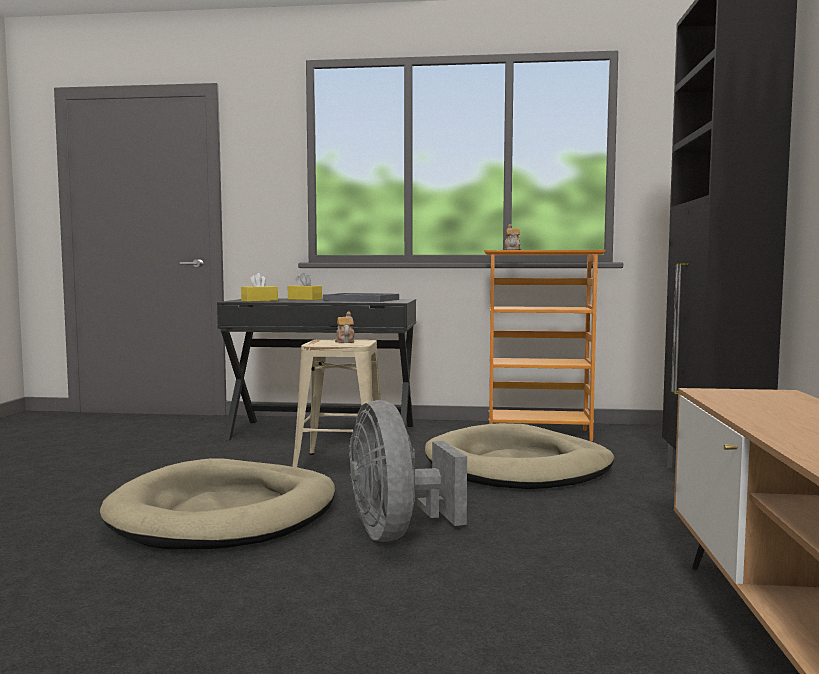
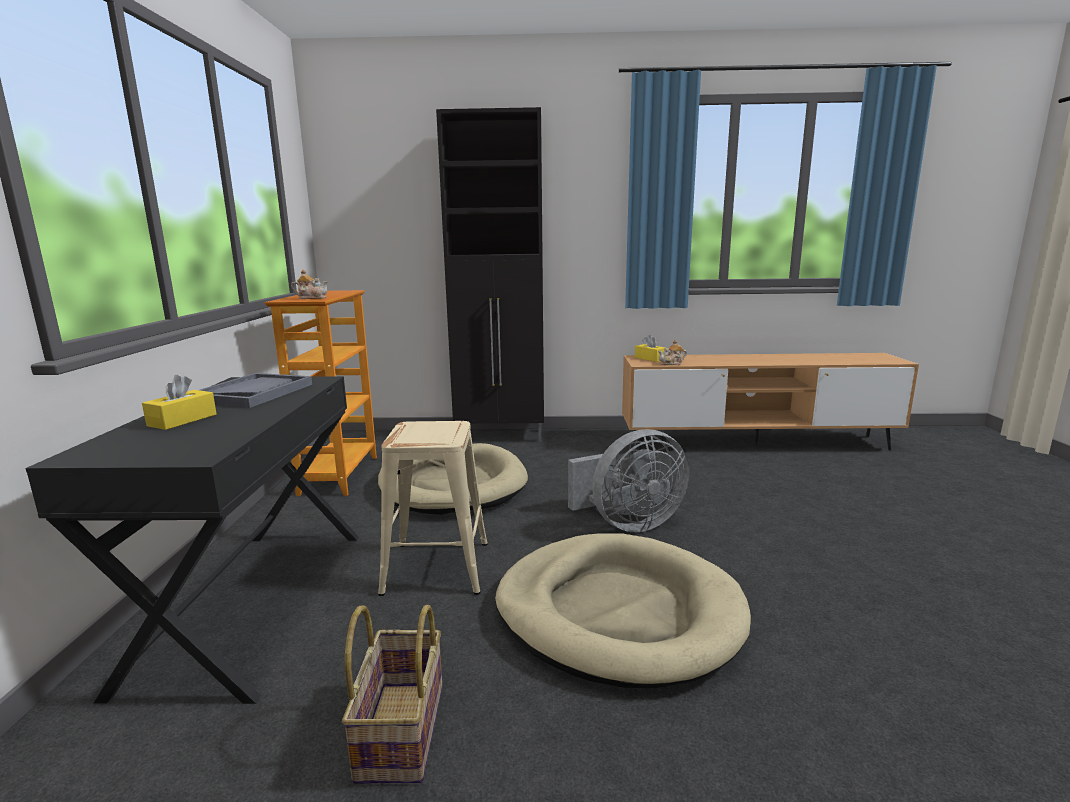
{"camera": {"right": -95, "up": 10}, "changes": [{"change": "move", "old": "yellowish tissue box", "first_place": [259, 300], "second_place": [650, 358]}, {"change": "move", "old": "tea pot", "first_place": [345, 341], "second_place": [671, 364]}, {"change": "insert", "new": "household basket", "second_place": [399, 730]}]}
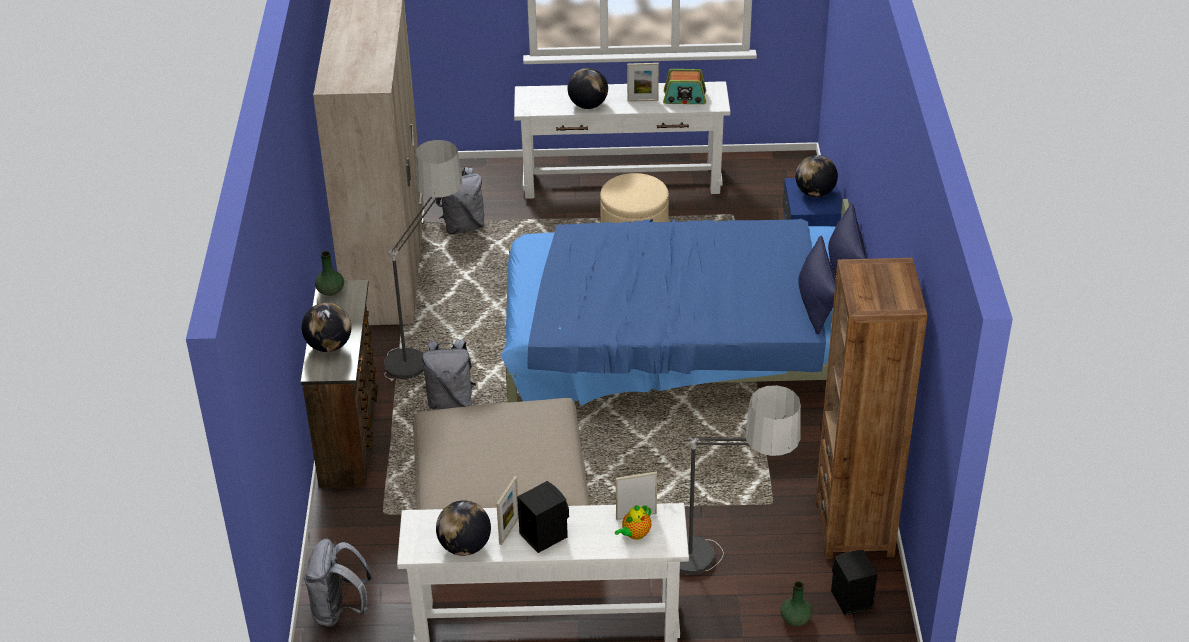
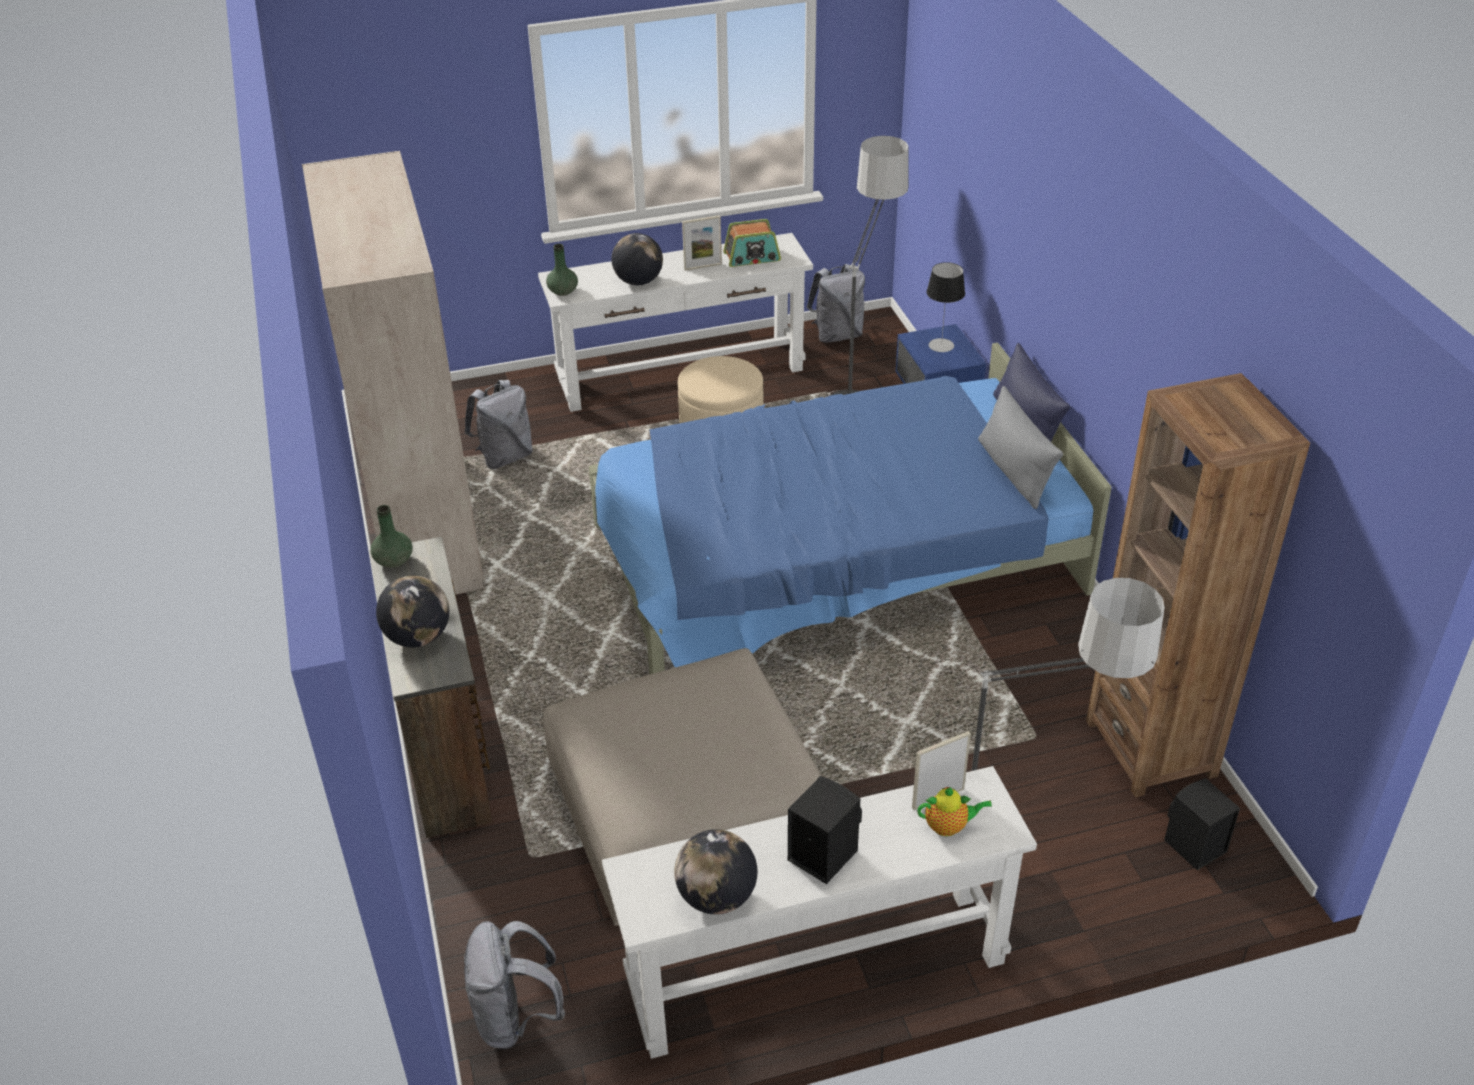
{"camera": {"right": -15, "up": 0}, "changes": [{"change": "move", "old": "standard lamp", "first_place": [427, 347], "second_place": [859, 388]}, {"change": "move", "old": "gray backpack", "first_place": [450, 401], "second_place": [837, 335]}, {"change": "delete", "old": "picture frame", "first_place": [509, 530]}, {"change": "rotate", "old": "tea pot", "first_place": [635, 534], "second_place": [949, 826], "degrees": -120}, {"change": "move", "old": "greenish vase", "first_place": [795, 619], "second_place": [562, 291]}, {"change": "replace", "old": "globe", "new": "tabletop lamp", "first_place": [814, 193], "second_place": [941, 345]}, {"change": "recolor", "old": "blue pillow", "new": "gray pillow", "first_place": [816, 303], "second_place": [1014, 472]}]}
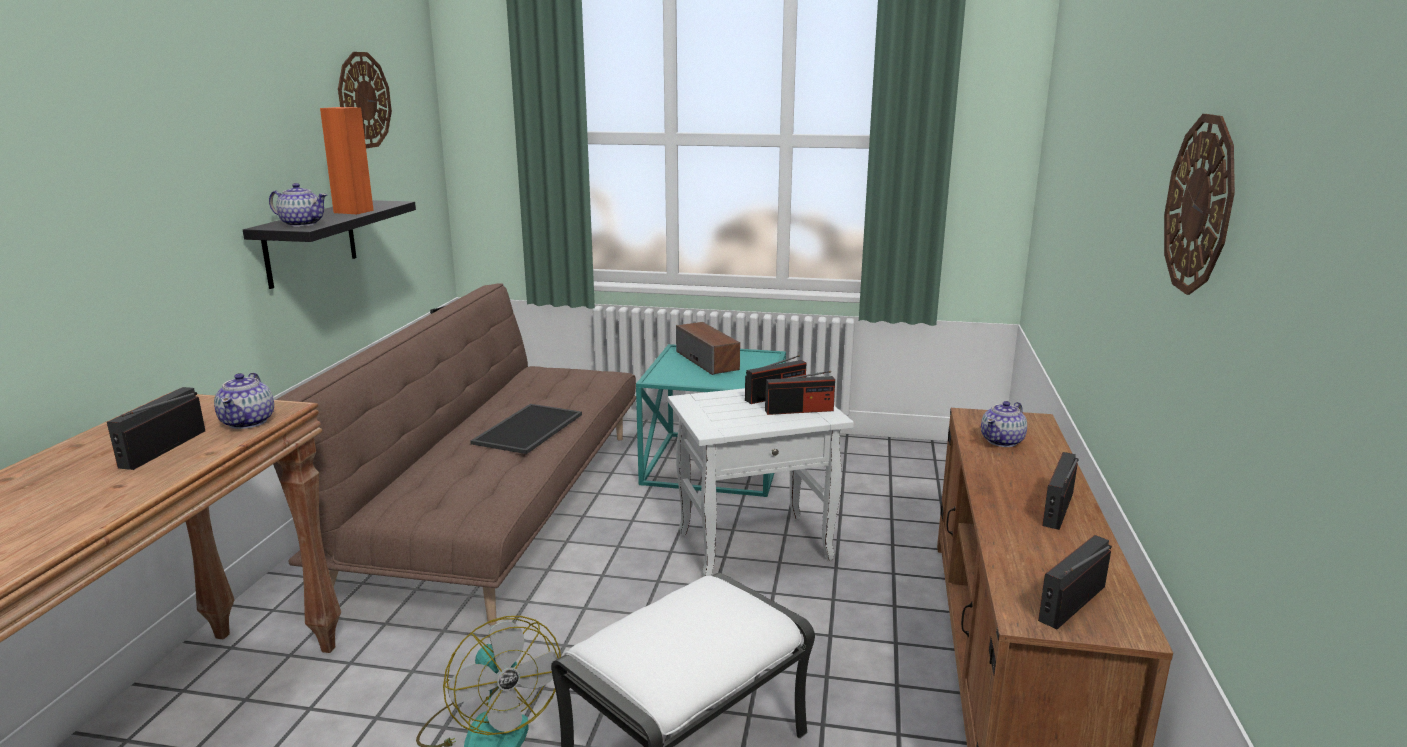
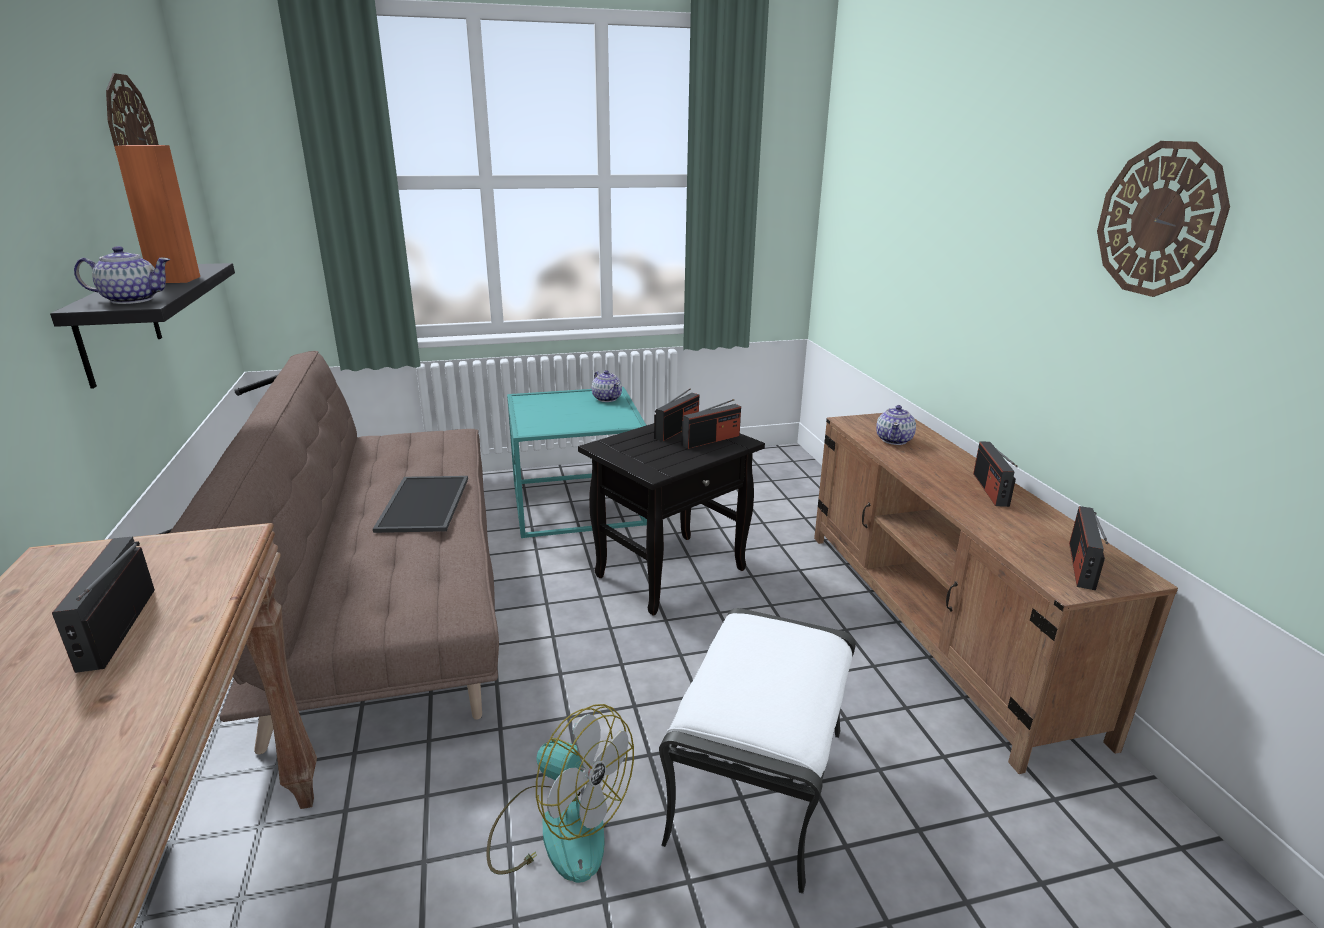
{"camera": {"right": -25, "up": 5}, "changes": [{"change": "move", "old": "tea pot", "first_place": [248, 422], "second_place": [607, 398]}, {"change": "recolor", "old": "whitish side table", "new": "black side table", "first_place": [756, 544], "second_place": [671, 571]}, {"change": "delete", "old": "loudspeaker", "first_place": [707, 360]}]}
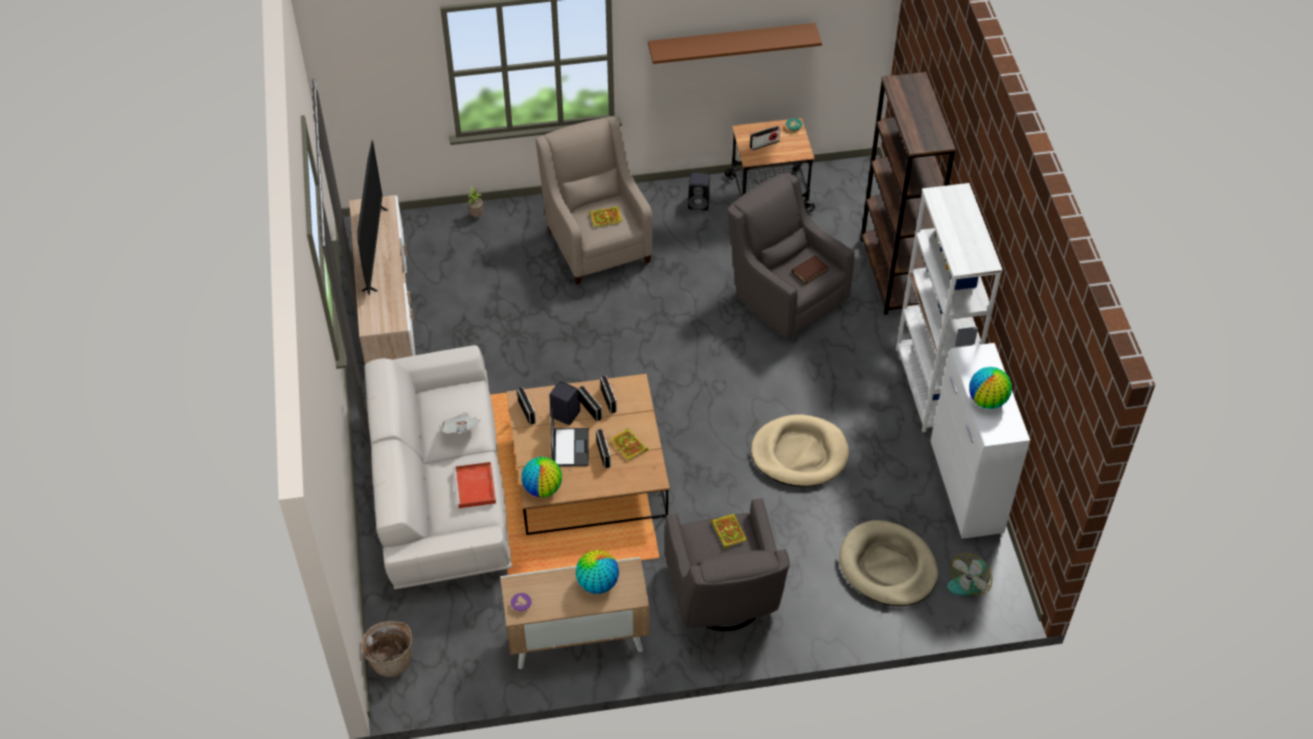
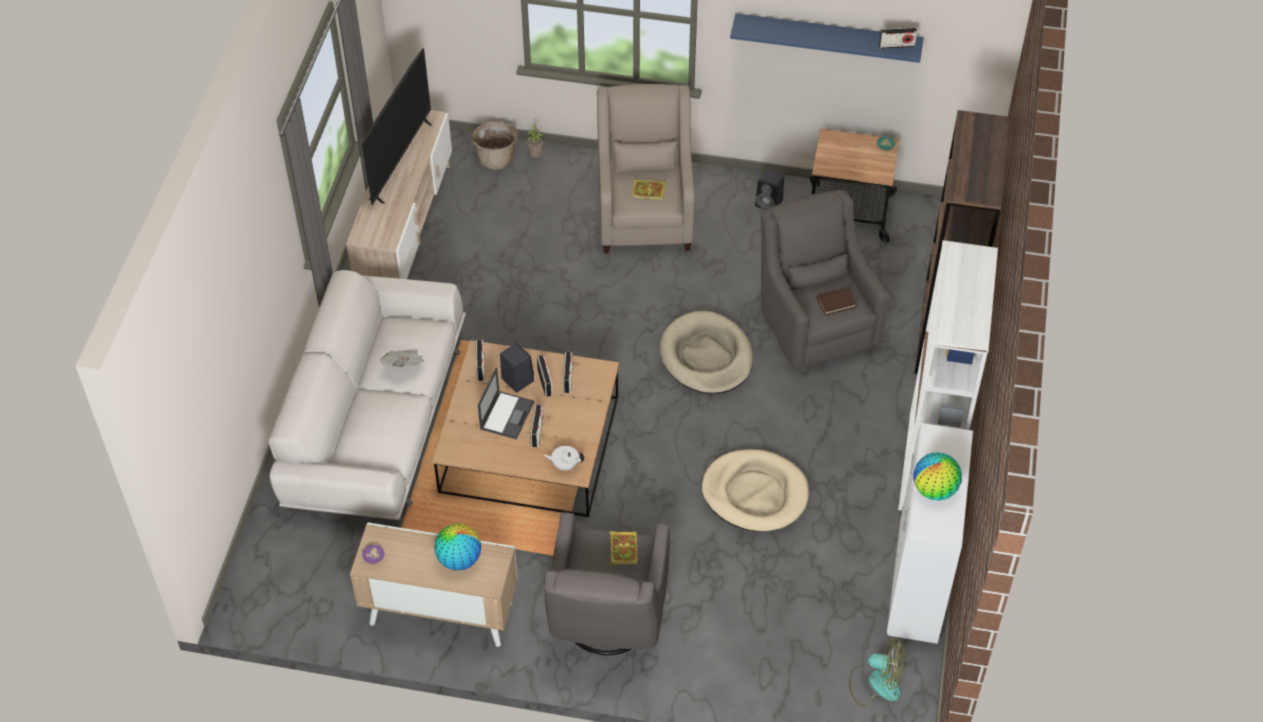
{"camera": {"right": 20, "up": 0}, "changes": [{"change": "move", "old": "household basket", "first_place": [391, 659], "second_place": [496, 158]}, {"change": "delete", "old": "red serving tray", "first_place": [475, 487]}, {"change": "delete", "old": "globe", "first_place": [543, 488]}, {"change": "delete", "old": "bound book", "first_place": [629, 446]}, {"change": "recolor", "old": "brown shelf", "new": "blue shelf", "first_place": [731, 42], "second_place": [827, 37]}, {"change": "move", "old": "radio receiver", "first_place": [764, 144], "second_place": [896, 45]}, {"change": "move", "old": "beige dog bed", "first_place": [887, 567], "second_place": [706, 356]}, {"change": "rotate", "old": "fan", "first_place": [969, 581], "second_place": [876, 682], "degrees": -135}, {"change": "insert", "new": "whitish tea pot", "second_place": [565, 465]}]}
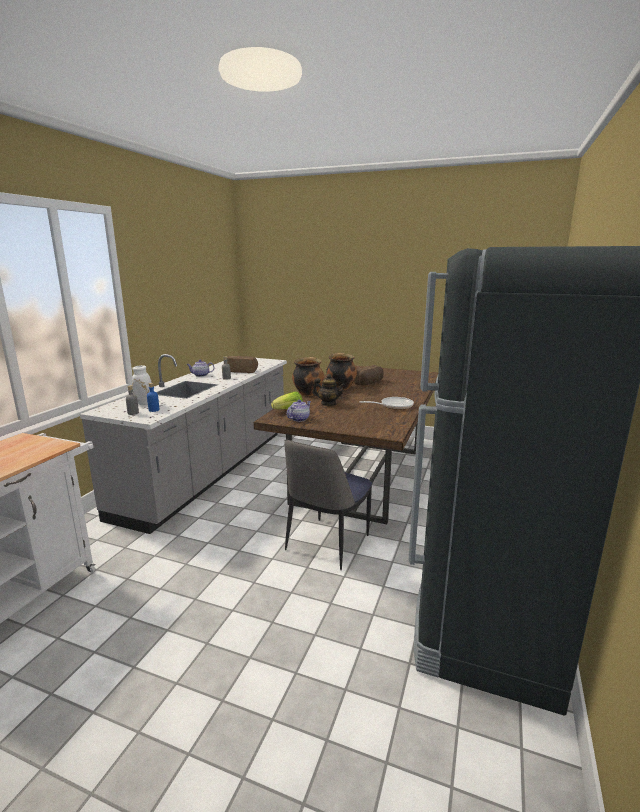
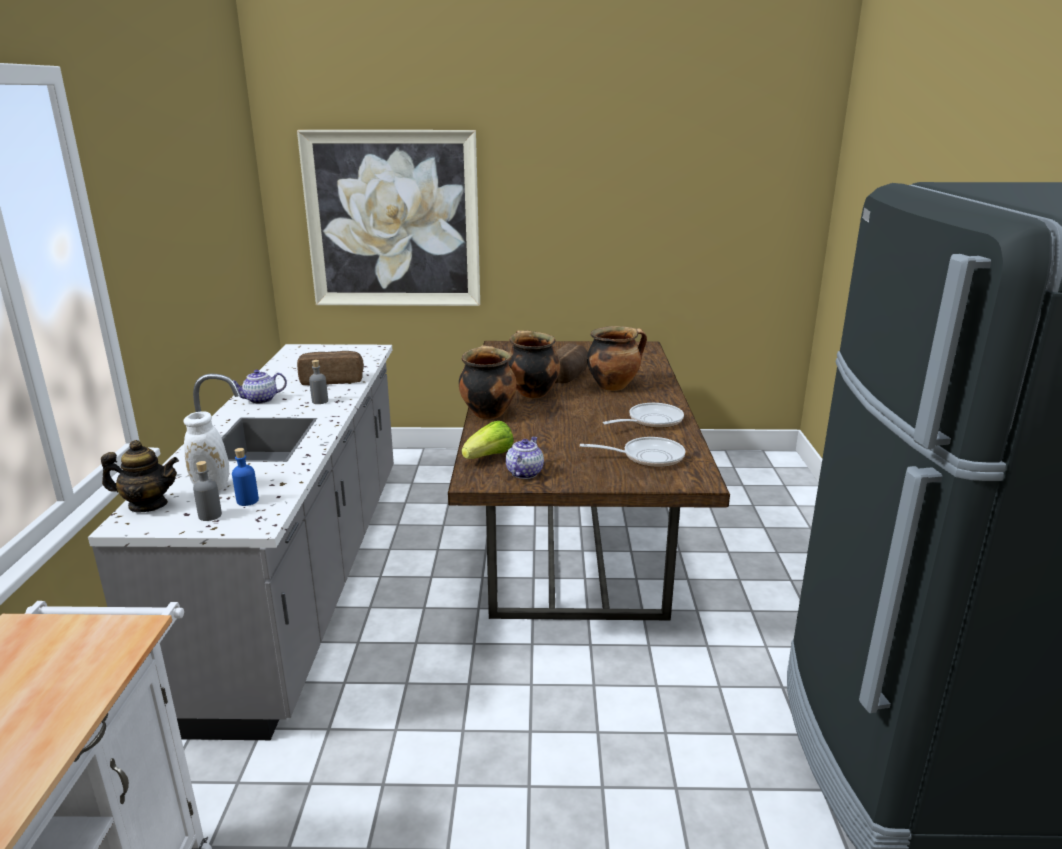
{"camera": {"right": -20, "up": 5}, "changes": [{"change": "delete", "old": "plain chair", "first_place": [326, 544]}, {"change": "move", "old": "tea pot", "first_place": [328, 404], "second_place": [148, 505]}, {"change": "insert", "new": "wall picture", "second_place": [393, 220]}, {"change": "insert", "new": "frying pan", "second_place": [647, 457]}, {"change": "insert", "new": "saucepot", "second_place": [613, 386]}]}
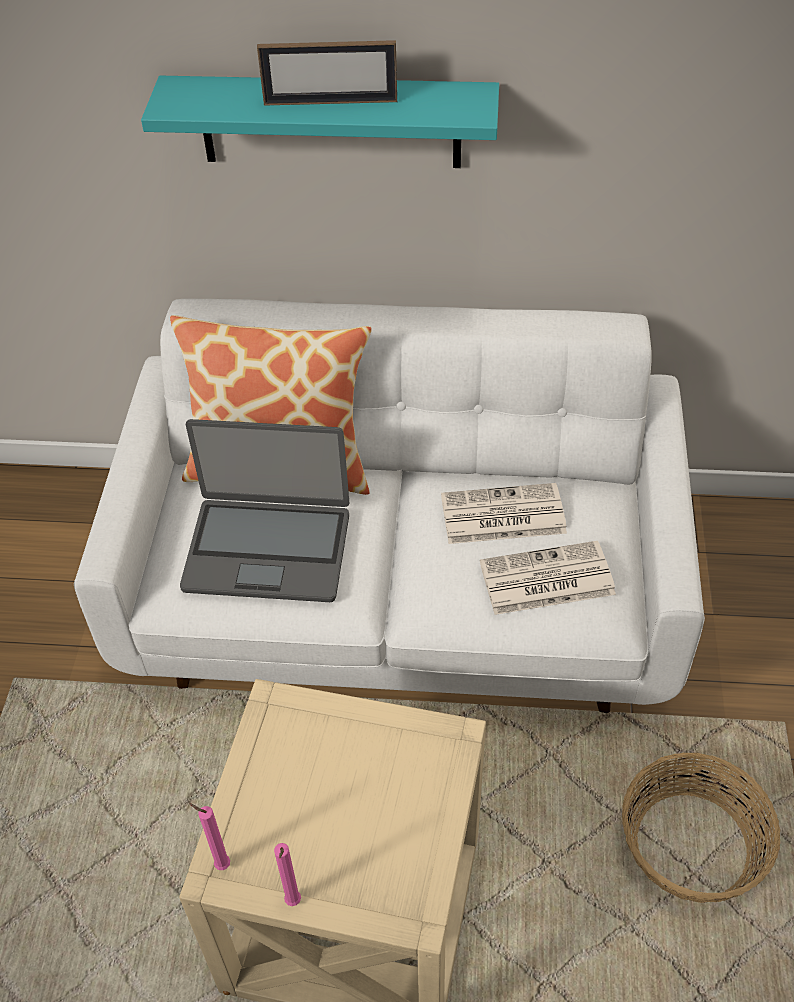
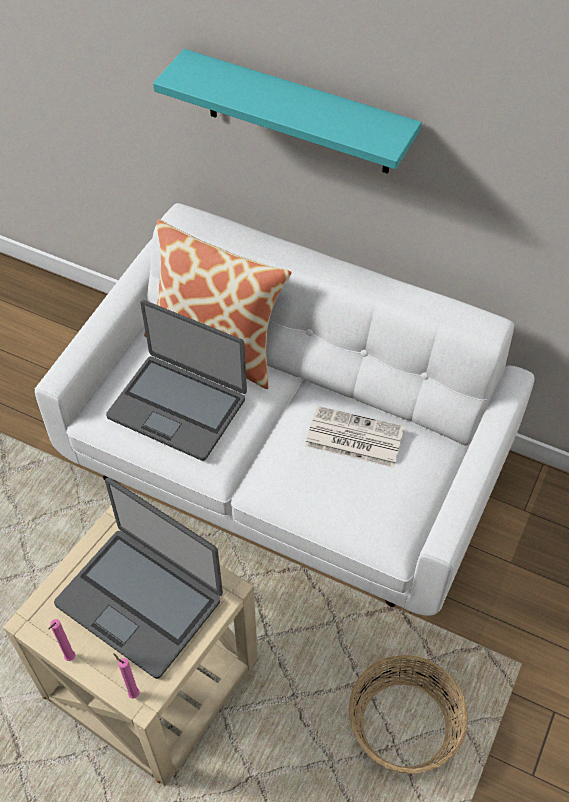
{"camera": {"right": 20, "up": 5}, "changes": [{"change": "move", "old": "pinkish wax candle", "first_place": [220, 864], "second_place": [132, 693]}, {"change": "delete", "old": "picture frame", "first_place": [330, 102]}, {"change": "delete", "old": "printed paper", "first_place": [545, 580]}, {"change": "insert", "new": "laptop", "second_place": [140, 600]}]}
